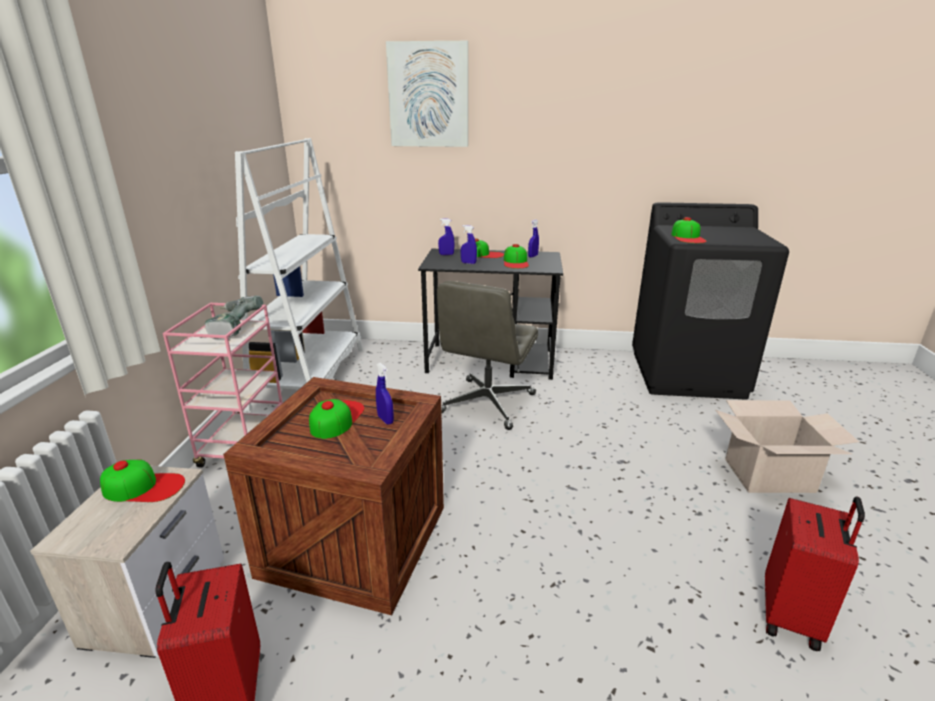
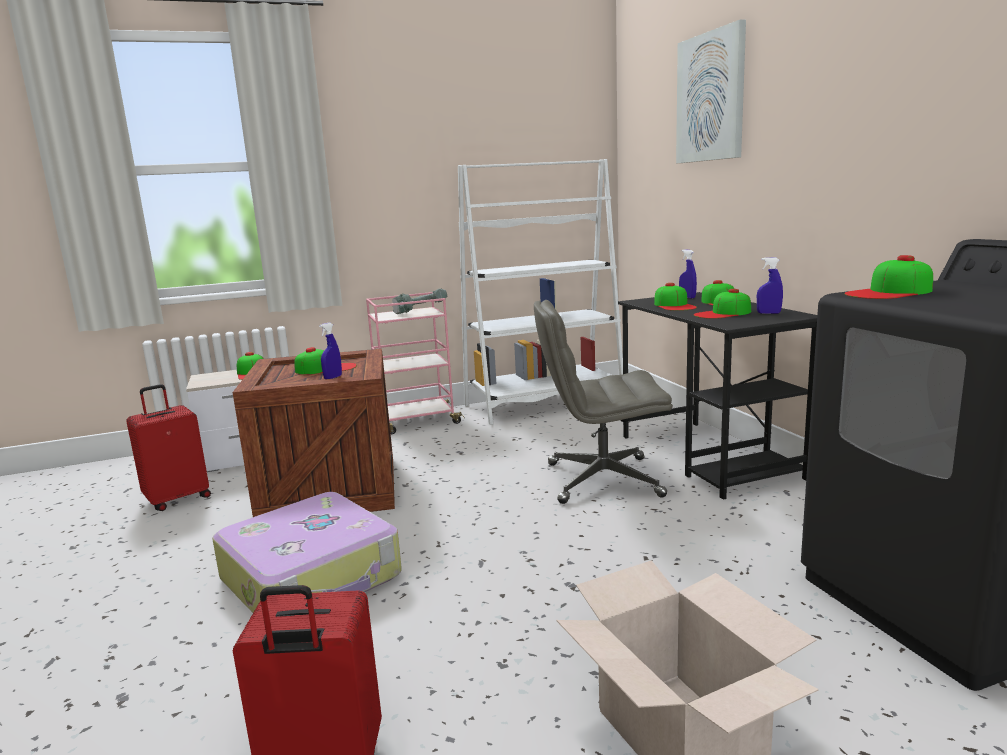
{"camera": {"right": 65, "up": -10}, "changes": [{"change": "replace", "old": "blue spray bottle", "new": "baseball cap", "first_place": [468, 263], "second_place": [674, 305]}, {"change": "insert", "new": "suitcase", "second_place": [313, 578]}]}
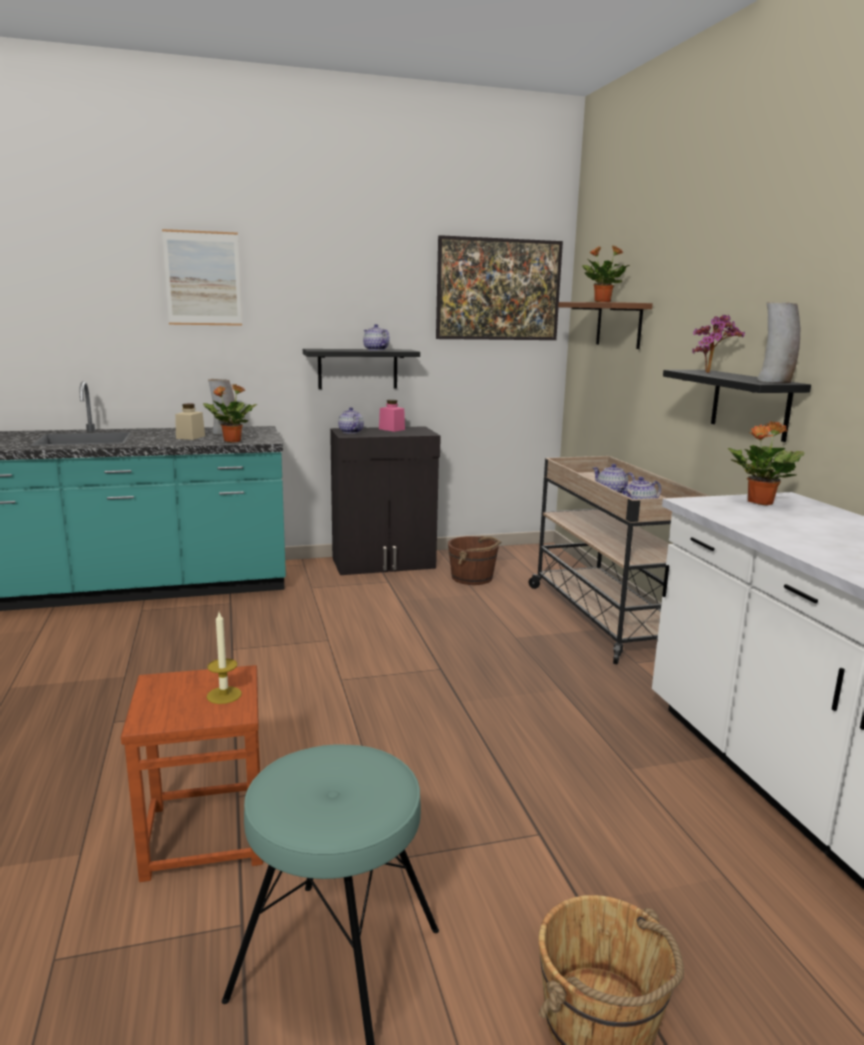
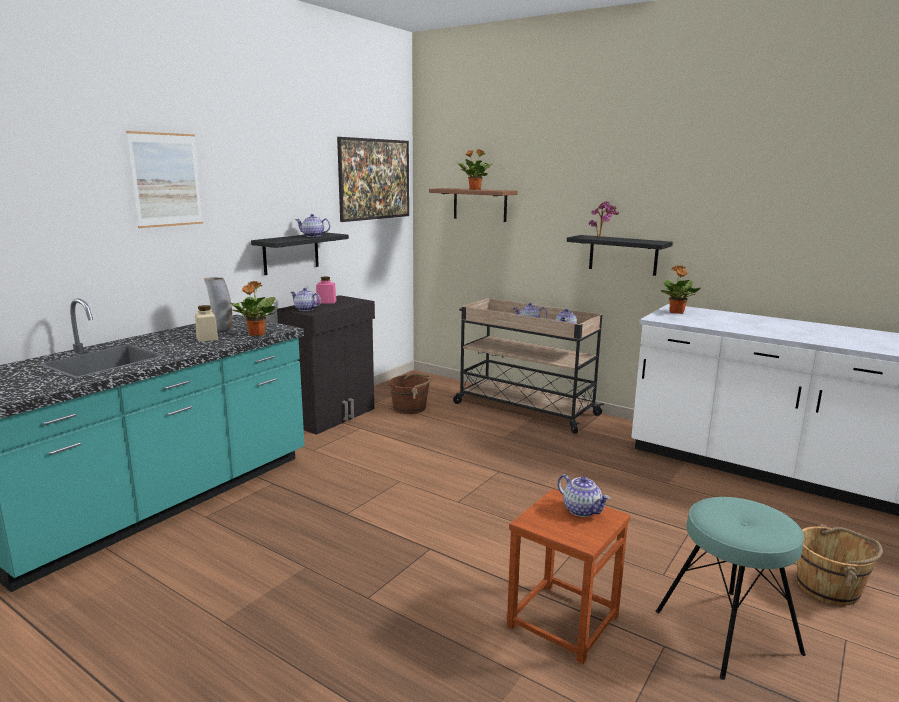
{"camera": {"right": -40, "up": 0}, "changes": [{"change": "replace", "old": "wax candle", "new": "tea pot", "first_place": [224, 695], "second_place": [582, 510]}, {"change": "delete", "old": "vase", "first_place": [774, 381]}]}
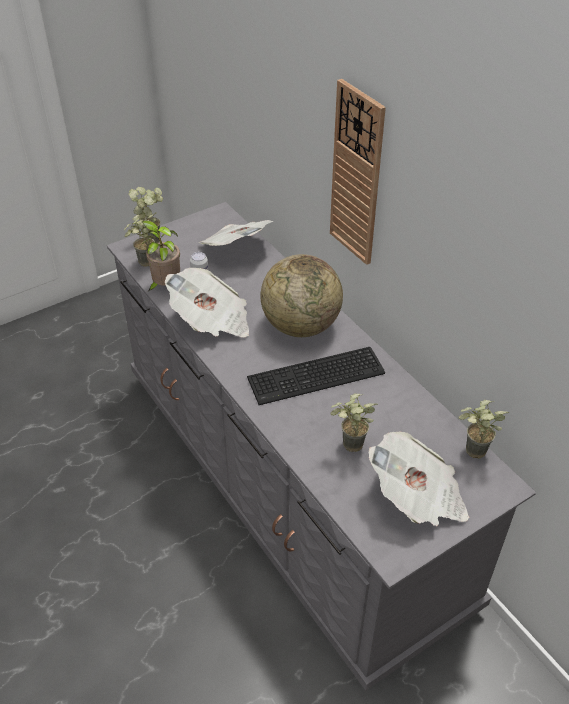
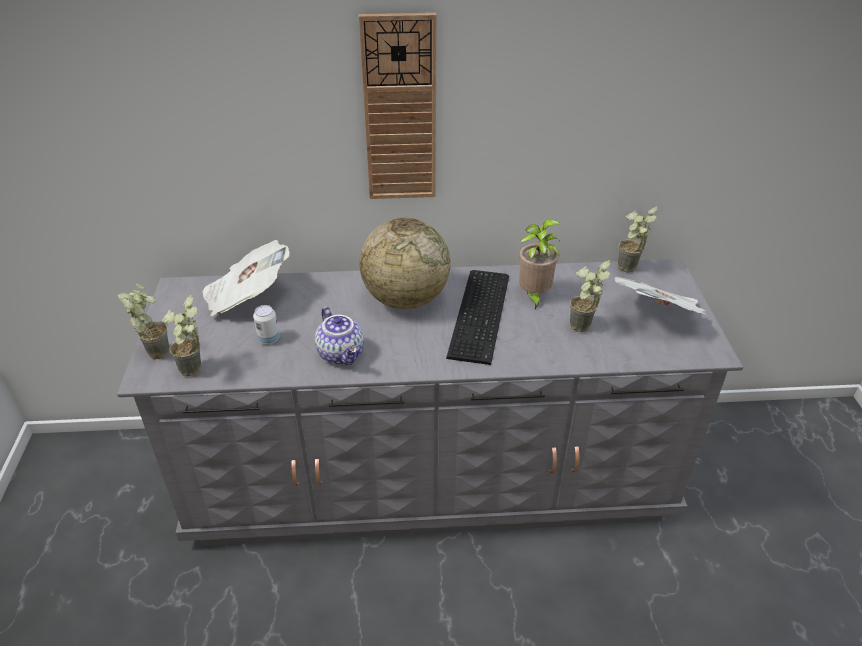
{"camera": {"right": -60, "up": -5}, "changes": [{"change": "move", "old": "plant in a pot", "first_place": [165, 286], "second_place": [534, 296]}, {"change": "replace", "old": "printed paper", "new": "tea pot", "first_place": [211, 321], "second_place": [342, 354]}]}
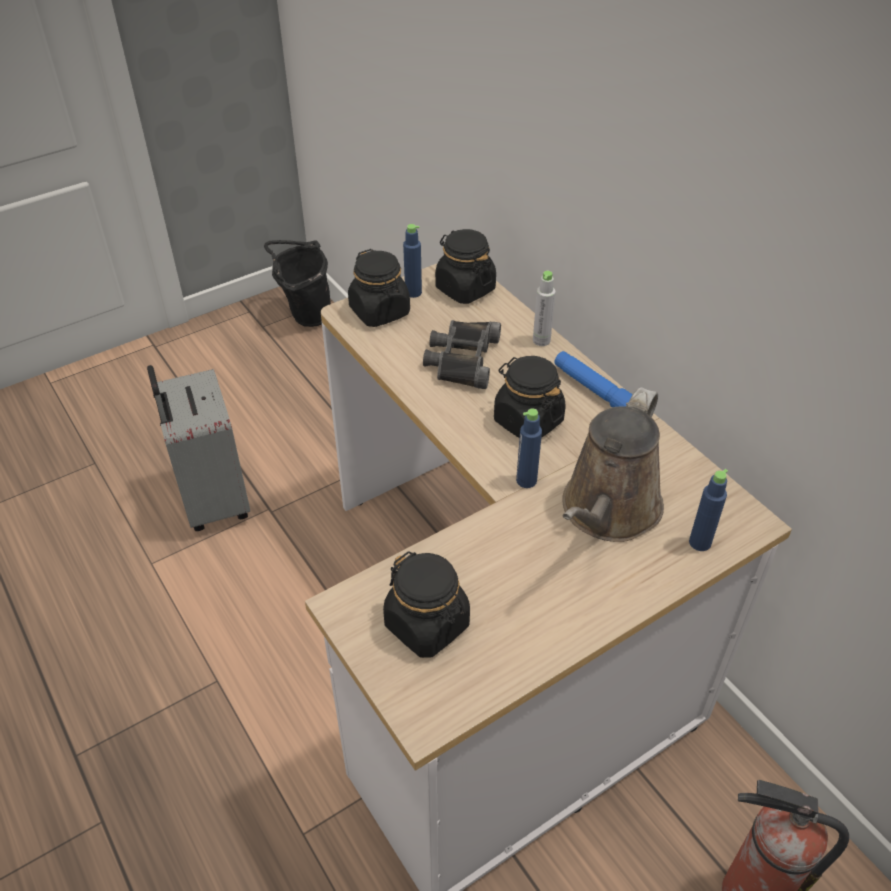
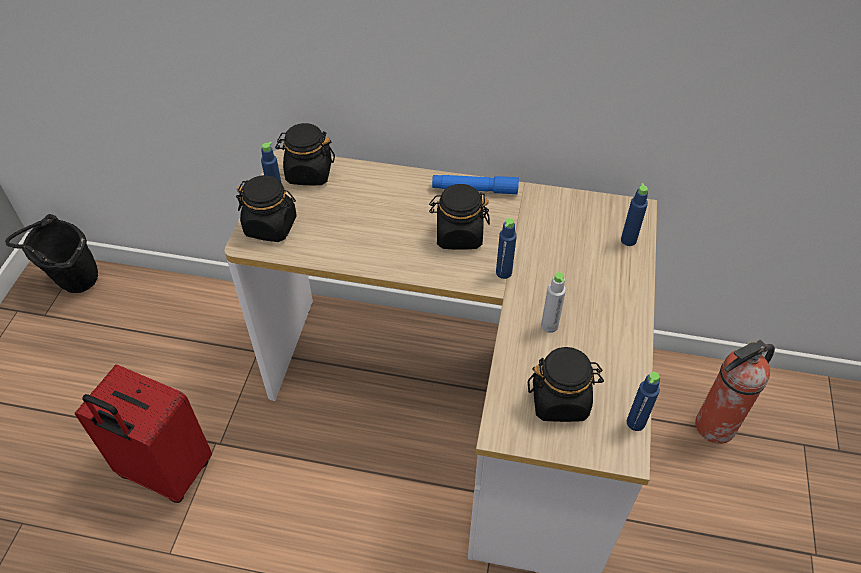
{"camera": {"right": -45, "up": 5}, "changes": [{"change": "recolor", "old": "gray suitcase", "new": "red suitcase", "first_place": [212, 501], "second_place": [164, 472]}, {"change": "delete", "old": "black pair of binoculars", "first_place": [462, 359]}, {"change": "move", "old": "gray drink bottle", "first_place": [541, 340], "second_place": [549, 326]}, {"change": "delete", "old": "brown sprinkling can", "first_place": [608, 512]}, {"change": "insert", "new": "blue drink bottle", "second_place": [635, 423]}]}
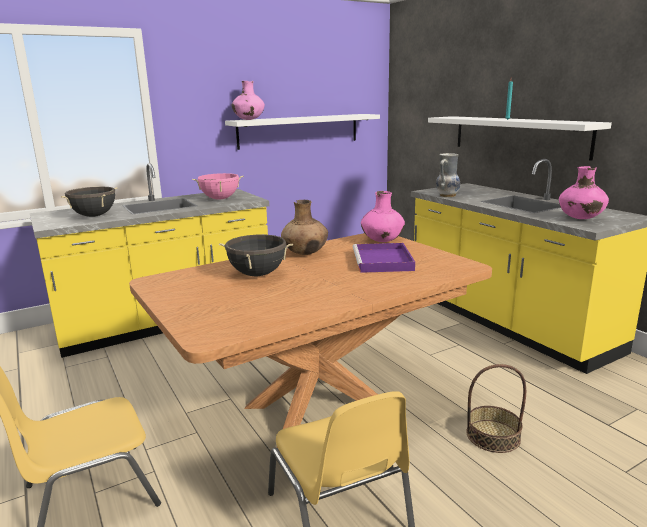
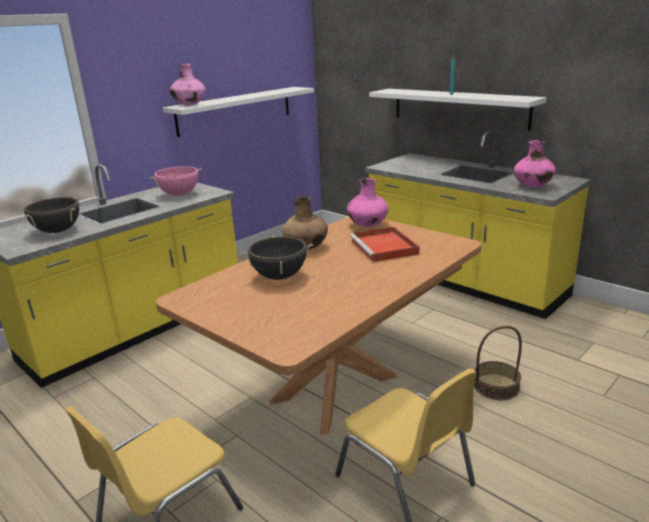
{"camera": {"right": -15, "up": 5}, "changes": [{"change": "recolor", "old": "purple serving tray", "new": "red serving tray", "first_place": [383, 261], "second_place": [385, 247]}, {"change": "delete", "old": "vase", "first_place": [447, 196]}]}
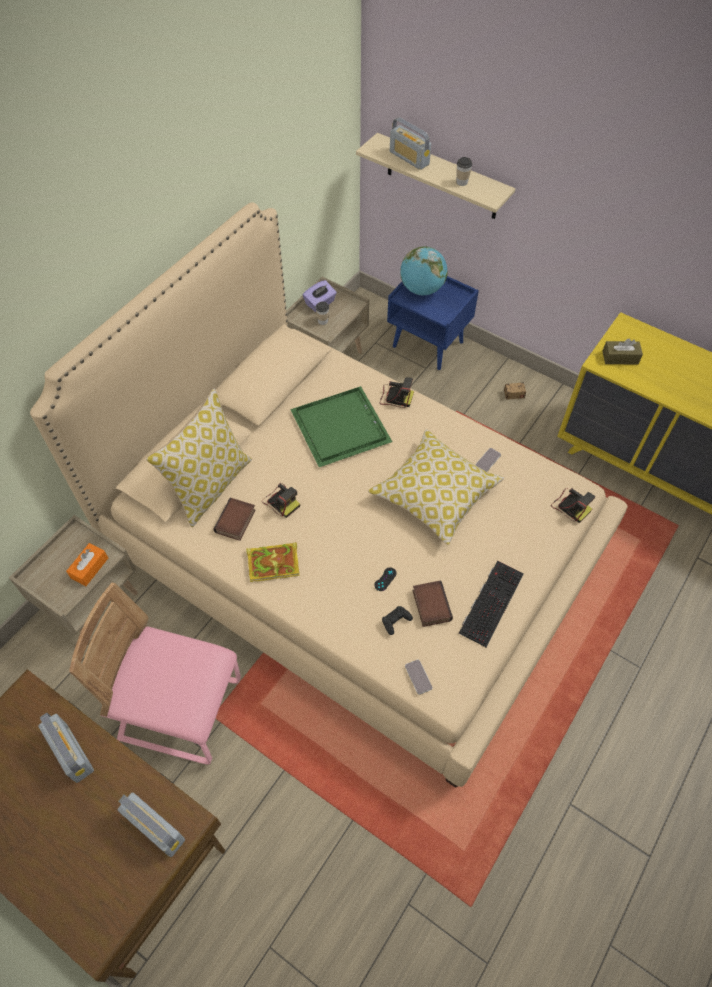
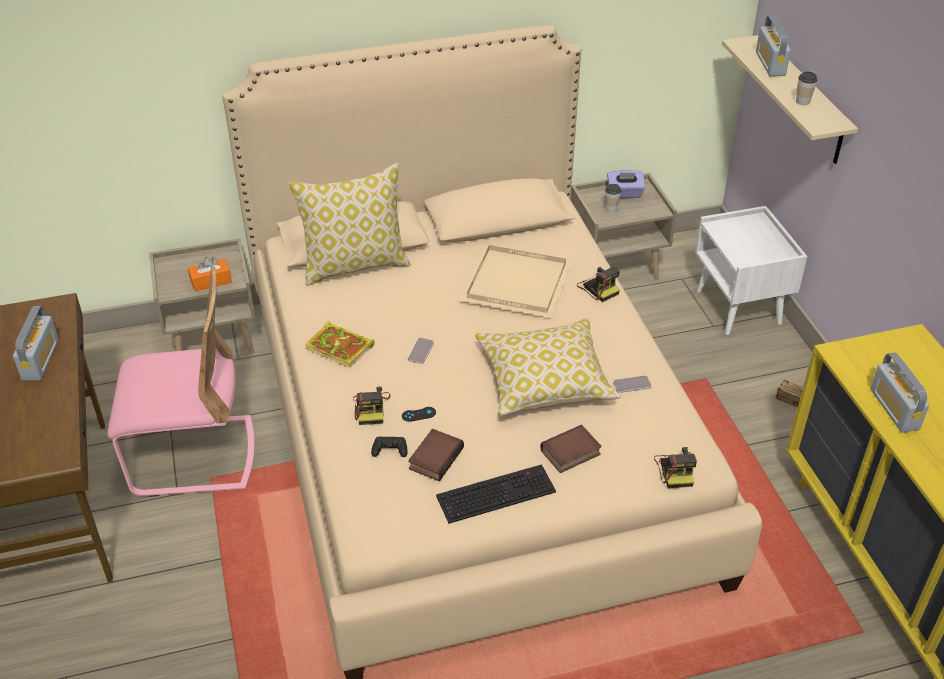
{"camera": {"right": 40, "up": -15}, "changes": [{"change": "rotate", "old": "pinkish plain chair", "first_place": [181, 710], "second_place": [193, 457], "degrees": 120}, {"change": "move", "old": "radio receiver", "first_place": [155, 828], "second_place": [894, 409]}, {"change": "move", "old": "bound book", "first_place": [236, 522], "second_place": [570, 454]}, {"change": "move", "old": "still camera", "first_place": [281, 501], "second_place": [371, 408]}, {"change": "recolor", "old": "greenish serving tray", "new": "beige serving tray", "first_place": [342, 428], "second_place": [518, 285]}, {"change": "recolor", "old": "blue bedside table", "new": "whitish bedside table", "first_place": [429, 344], "second_place": [739, 307]}, {"change": "delete", "old": "globe", "first_place": [422, 289]}, {"change": "move", "old": "phone", "first_place": [418, 677], "second_place": [420, 351]}, {"change": "delete", "old": "brown tissue box", "first_place": [620, 357]}]}
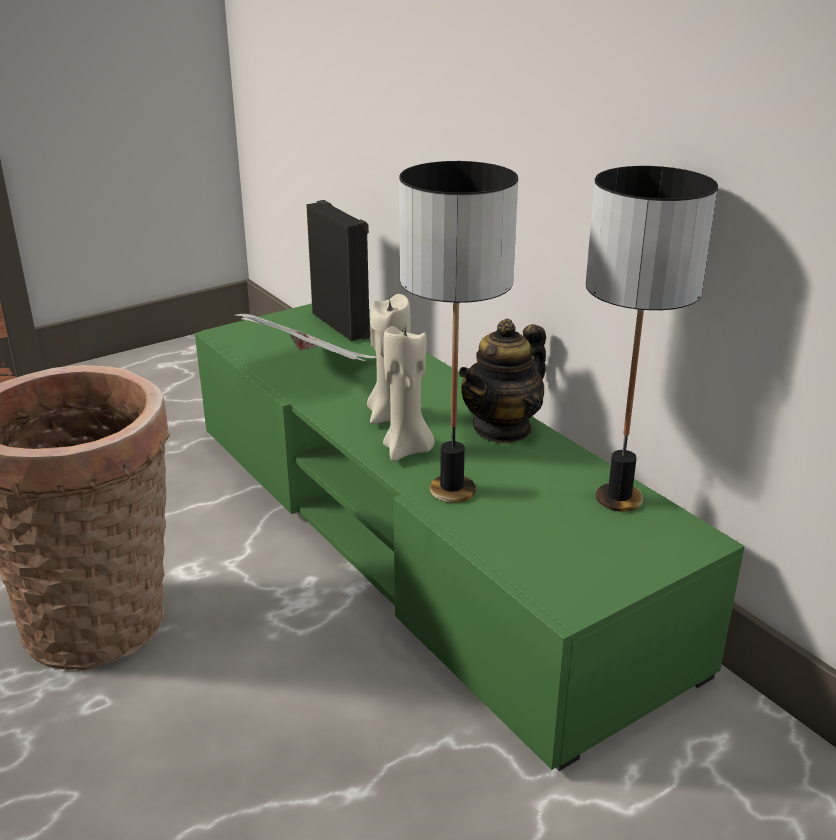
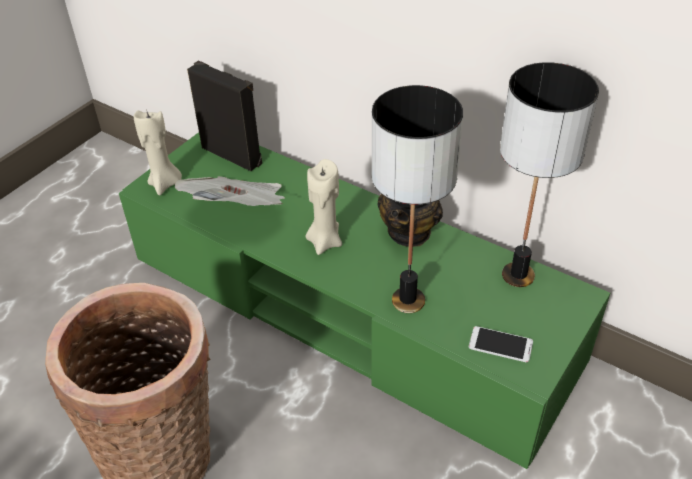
{"camera": {"right": -20, "up": 15}, "changes": [{"change": "move", "old": "beige wax candle", "first_place": [407, 450], "second_place": [165, 184]}, {"change": "insert", "new": "phone", "second_place": [500, 344]}]}
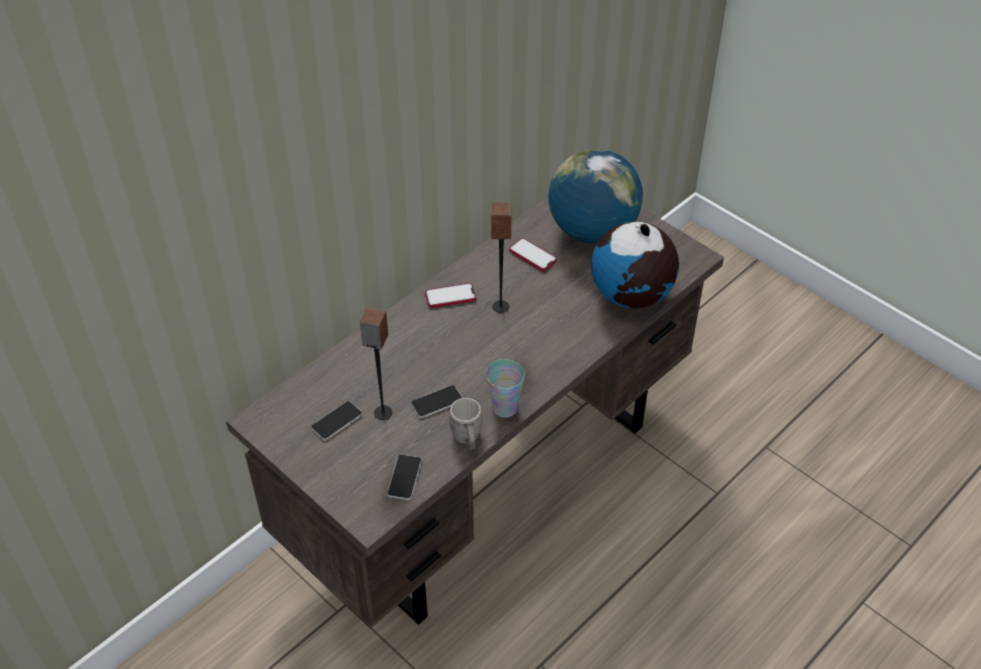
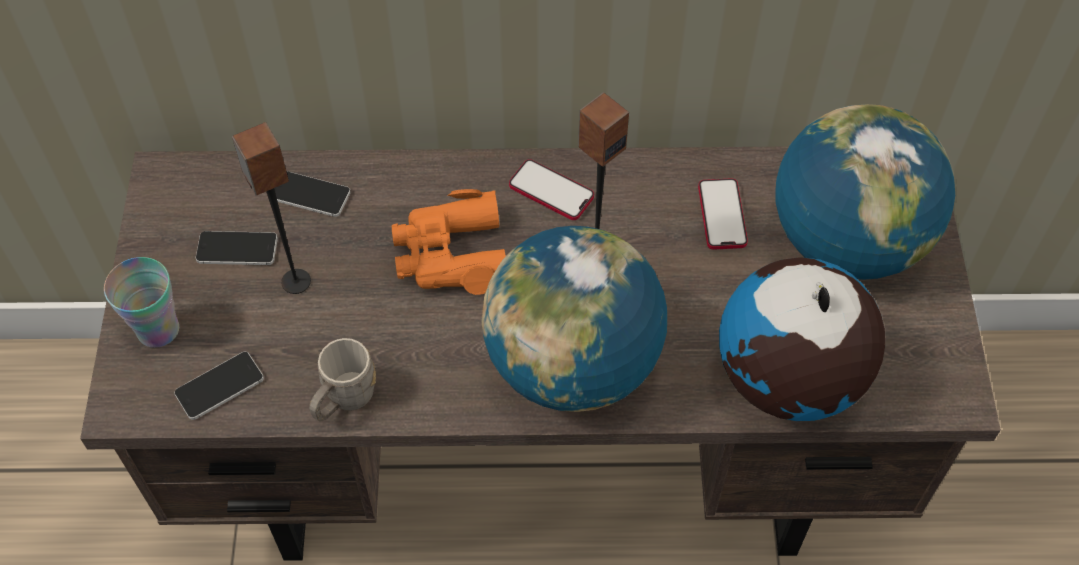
{"camera": {"right": 45, "up": 10}, "changes": [{"change": "move", "old": "phone", "first_place": [437, 402], "second_place": [310, 195]}, {"change": "move", "old": "drinking cup", "first_place": [504, 408], "second_place": [158, 330]}, {"change": "insert", "new": "orange pair of binoculars", "second_place": [450, 254]}, {"change": "insert", "new": "globe", "second_place": [572, 364]}]}
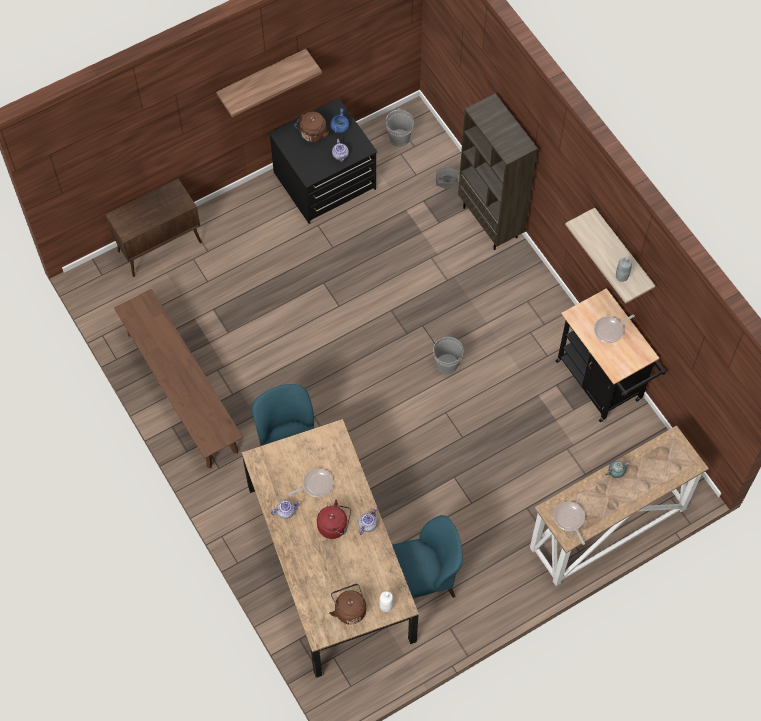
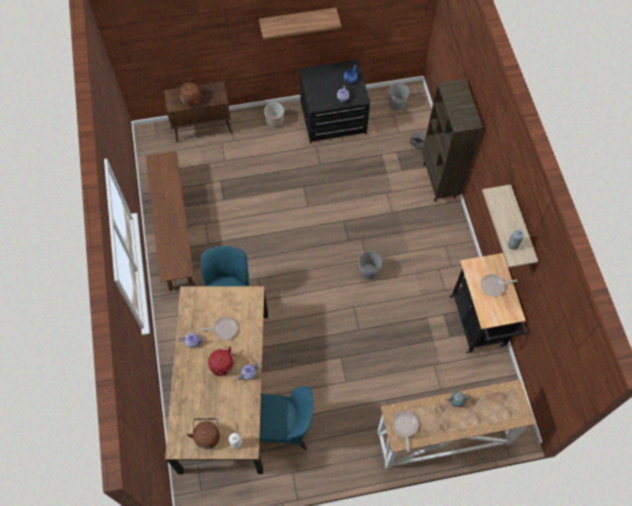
{"camera": {"right": 20, "up": 0}, "changes": [{"change": "move", "old": "brown kettle", "first_place": [312, 135], "second_place": [190, 100]}, {"change": "insert", "new": "planter", "second_place": [274, 121]}]}
